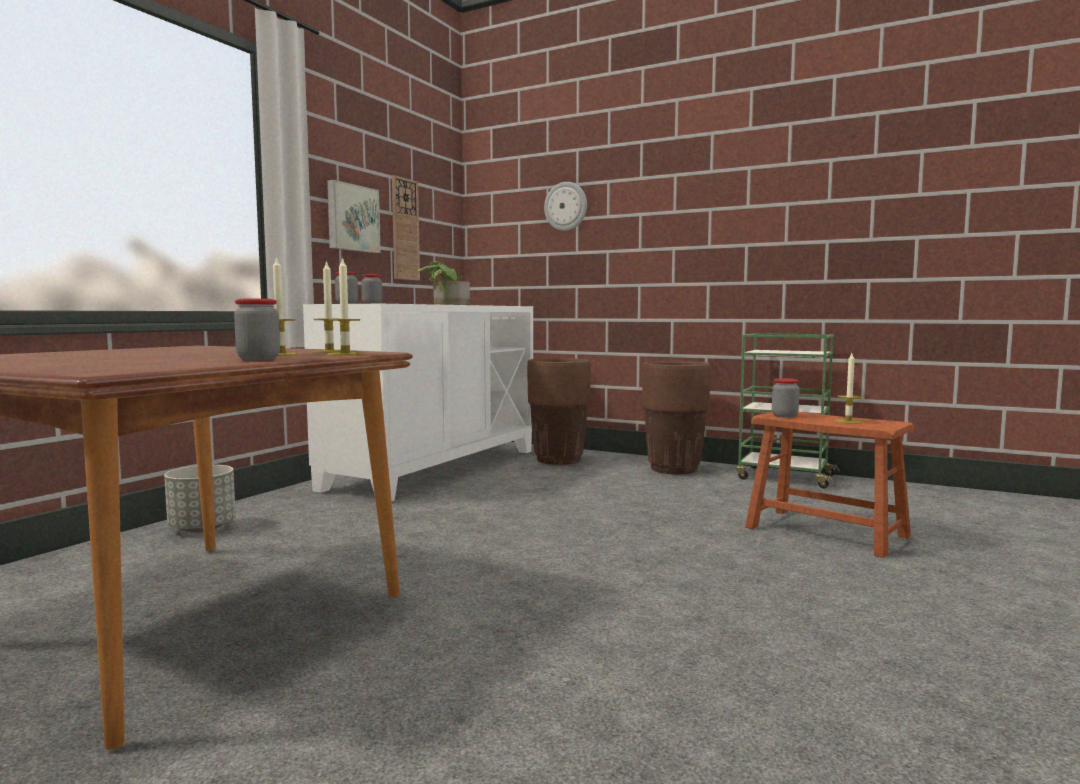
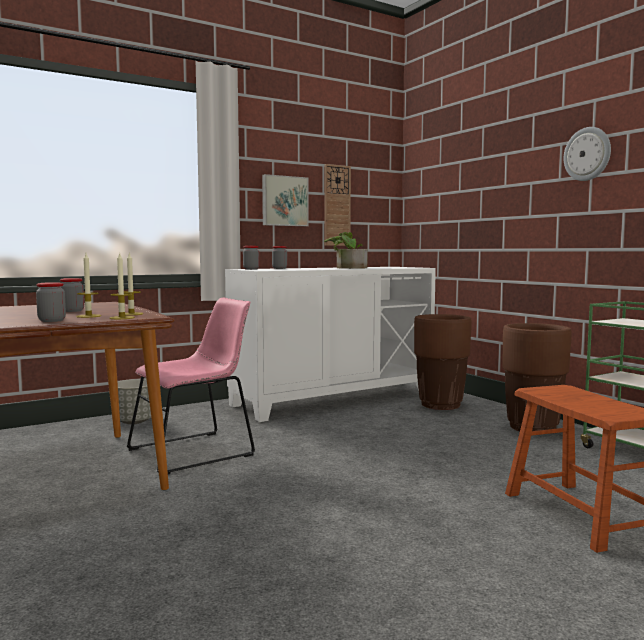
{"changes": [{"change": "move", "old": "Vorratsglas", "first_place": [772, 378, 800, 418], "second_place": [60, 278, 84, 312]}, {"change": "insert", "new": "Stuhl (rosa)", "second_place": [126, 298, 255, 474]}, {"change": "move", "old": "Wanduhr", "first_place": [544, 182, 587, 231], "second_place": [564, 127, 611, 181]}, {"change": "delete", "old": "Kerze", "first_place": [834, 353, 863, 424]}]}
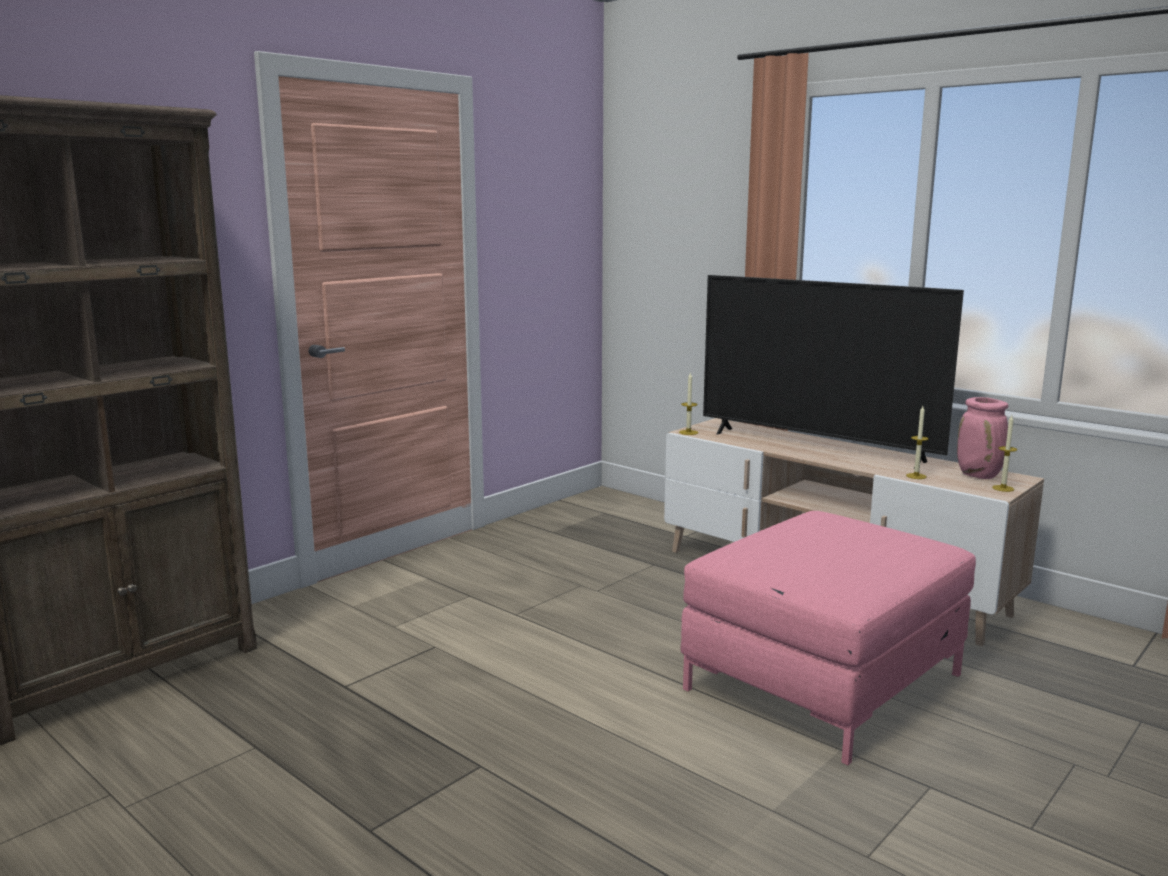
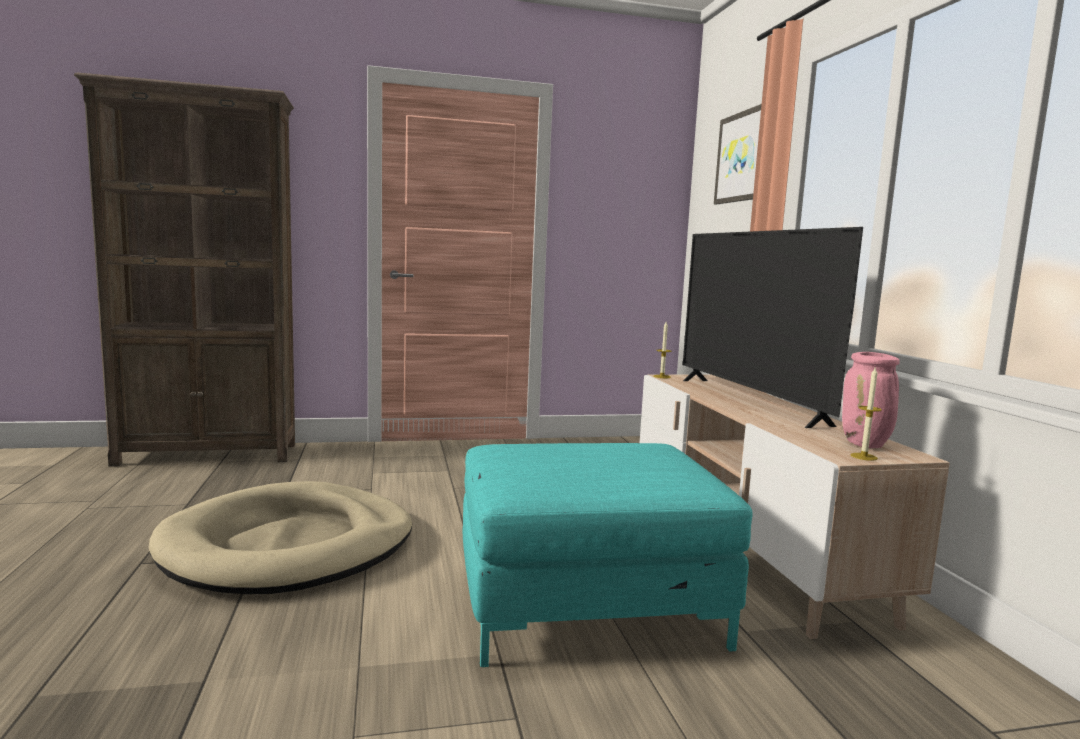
{"changes": [{"change": "insert", "new": "Hundebett (beige)", "second_place": [148, 481, 412, 594]}, {"change": "recolor", "old": "Polsterhocker (rosa)", "new": "Polsterhocker (türkis)", "first_place": [681, 511, 976, 765], "second_place": [463, 443, 752, 667]}, {"change": "insert", "new": "Bild", "second_place": [714, 104, 762, 205]}, {"change": "delete", "old": "Kerze", "first_place": [906, 406, 929, 479]}]}
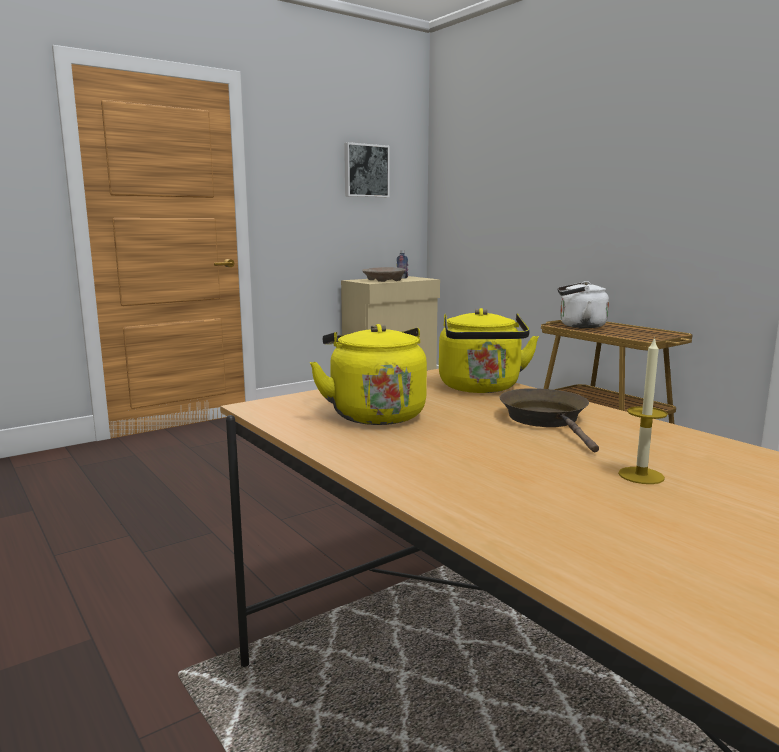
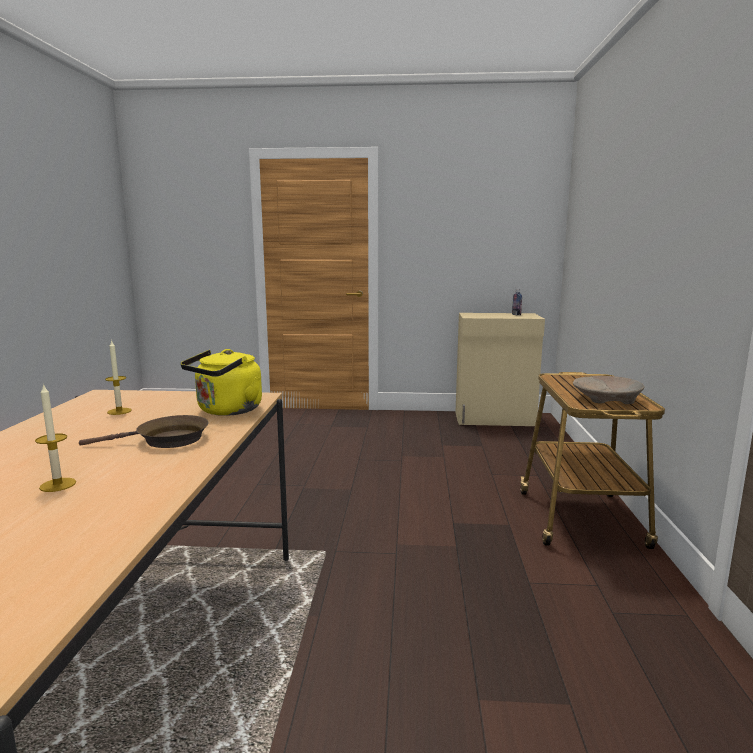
{"changes": [{"change": "rotate", "old": "Pfanne (braun)", "first_place": [500, 388, 599, 453], "second_place": [79, 415, 209, 448], "degrees": 45}, {"change": "replace", "old": "Wasserkessel (gelb)", "new": "Kerze", "first_place": [309, 324, 427, 425], "second_place": [105, 340, 132, 415]}, {"change": "move", "old": "Schüssel (beige)", "first_place": [362, 267, 405, 282], "second_place": [573, 376, 645, 404]}, {"change": "delete", "old": "Bild", "first_place": [344, 142, 389, 197]}, {"change": "delete", "old": "Wasserkessel (weiß)", "first_place": [557, 281, 609, 328]}]}
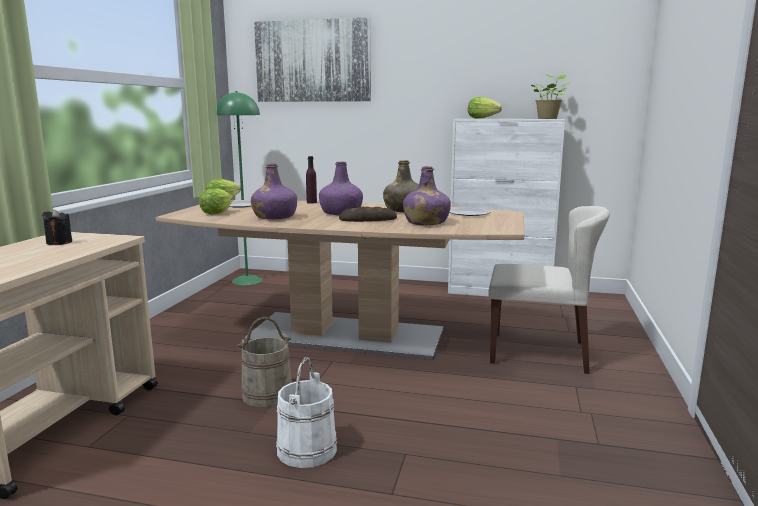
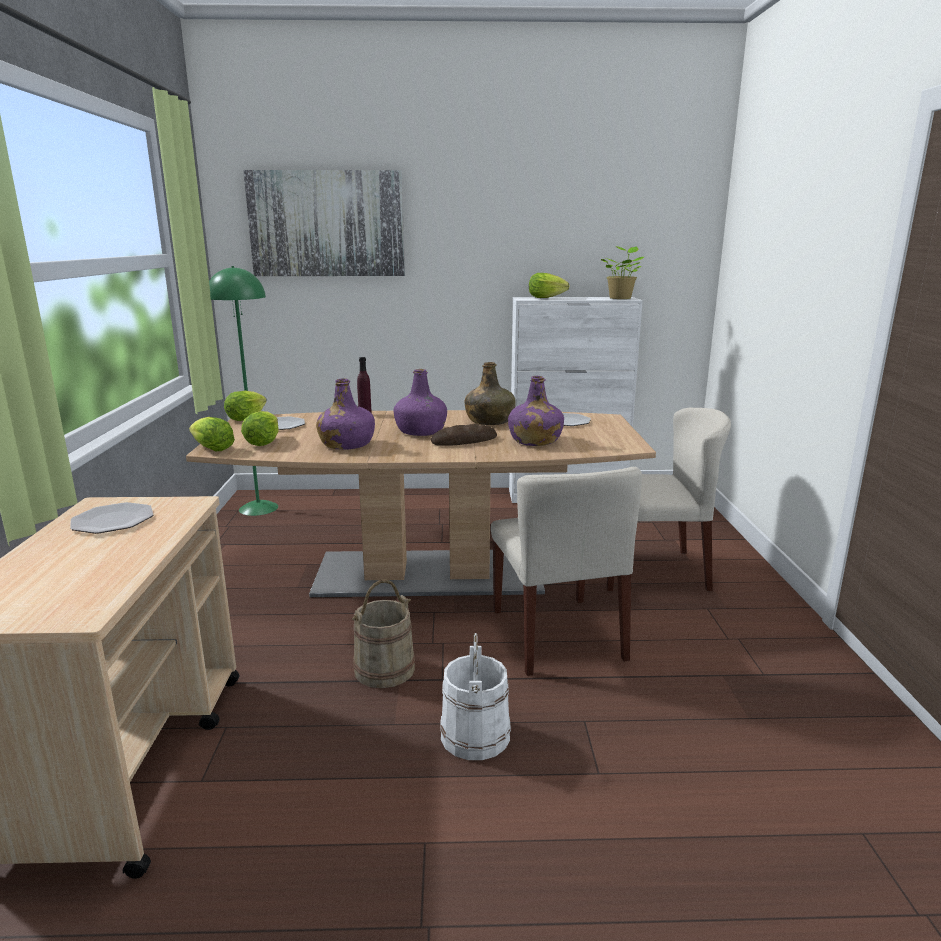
{"changes": [{"change": "replace", "old": "Kerze (schwarz)", "new": "Teller", "first_place": [42, 209, 72, 245], "second_place": [70, 502, 153, 534]}, {"change": "insert", "new": "Salatkopf", "second_place": [189, 417, 235, 451]}, {"change": "insert", "new": "Stuhl (beige)", "second_place": [491, 467, 642, 676]}]}
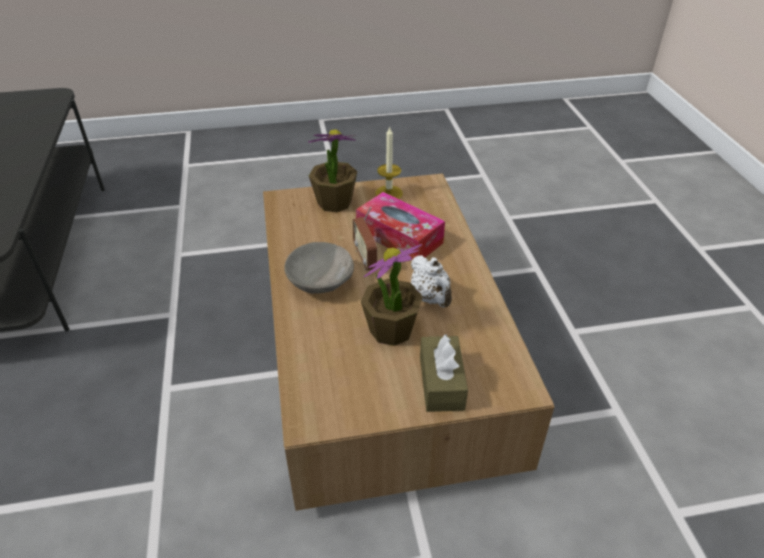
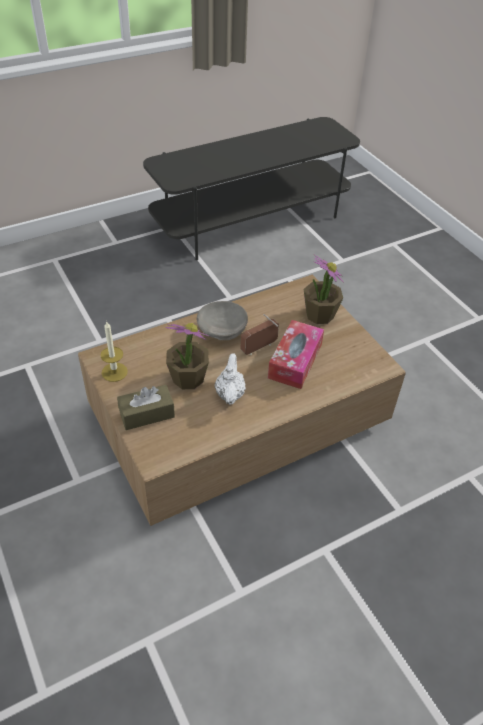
{"changes": [{"change": "move", "old": "Kerze", "first_place": [375, 126, 403, 199], "second_place": [100, 321, 128, 382]}, {"change": "rotate", "old": "Teekanne (weiß)", "first_place": [411, 255, 452, 308], "second_place": [215, 353, 246, 405], "degrees": 135}]}
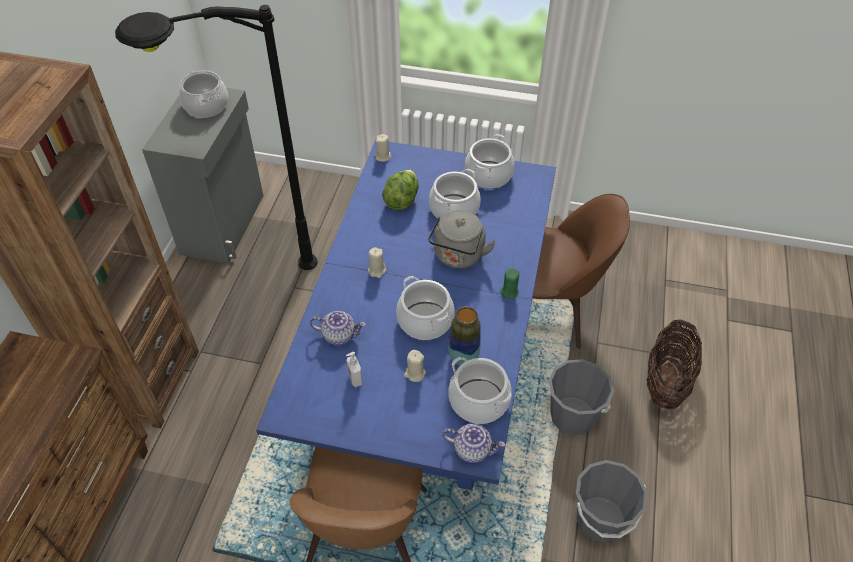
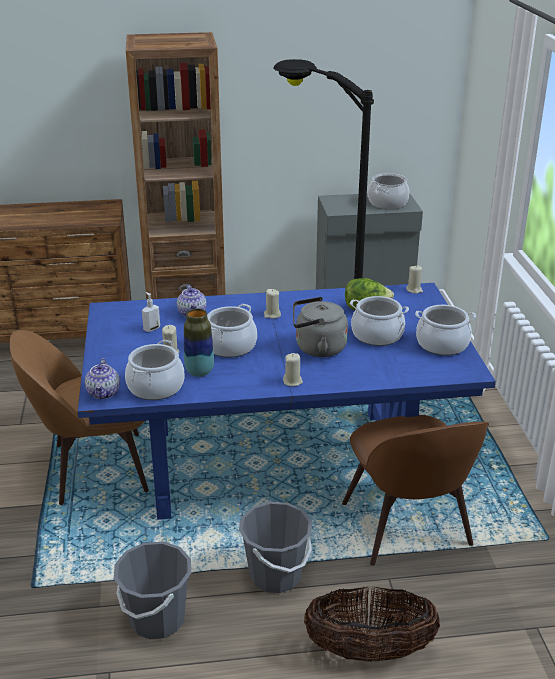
{"changes": [{"change": "recolor", "old": "Kerze (grün)", "new": "Kerze (beige)", "first_place": [501, 268, 519, 299], "second_place": [283, 353, 303, 386]}]}
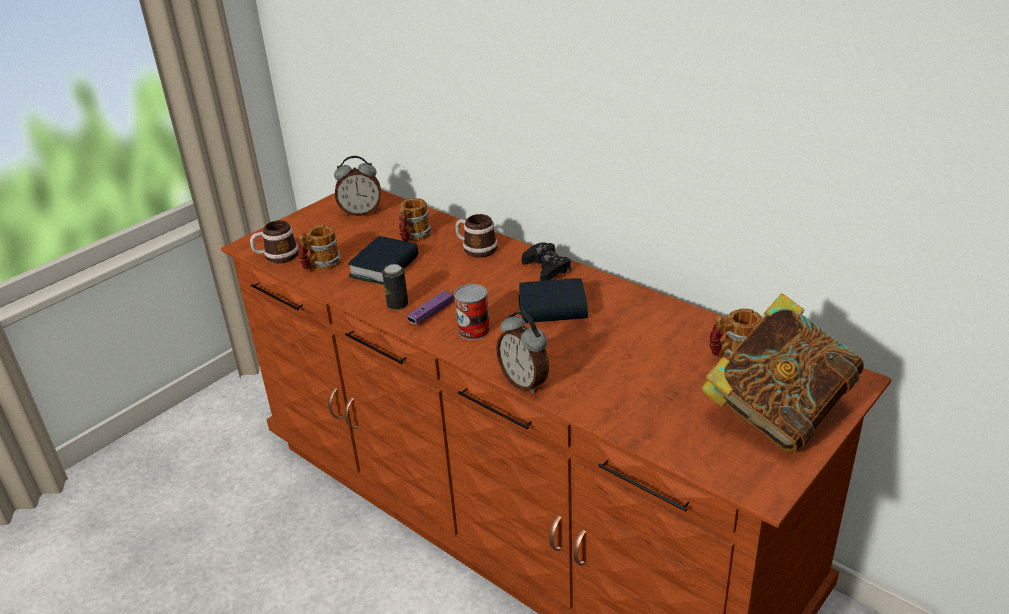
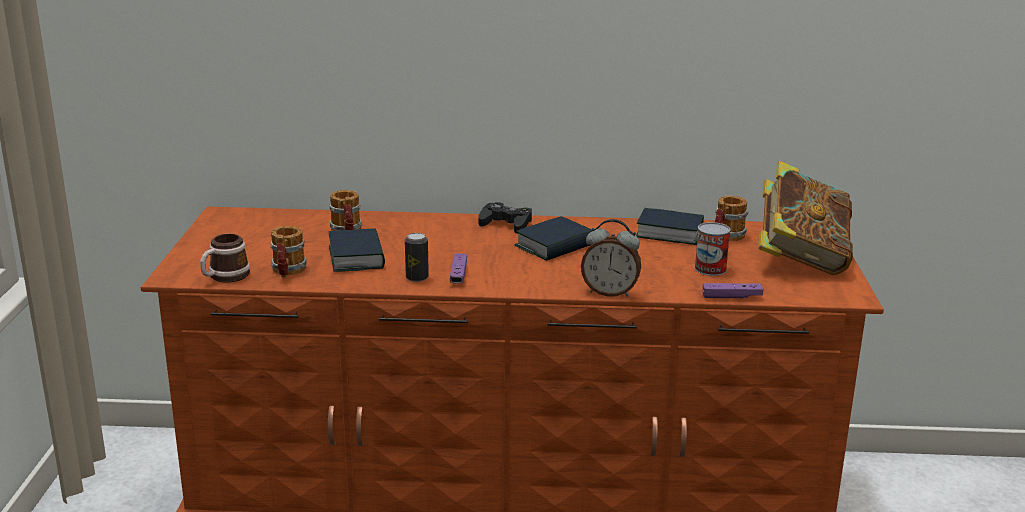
{"changes": [{"change": "insert", "new": "Buch", "second_place": [636, 208, 704, 245]}, {"change": "move", "old": "Dose", "first_place": [454, 284, 490, 340], "second_place": [695, 222, 731, 276]}, {"change": "insert", "new": "Gamepad (lila)", "second_place": [703, 283, 763, 298]}, {"change": "delete", "old": "Wecker", "first_place": [334, 156, 381, 216]}, {"change": "delete", "old": "Henkelbecher", "first_place": [455, 214, 498, 258]}]}
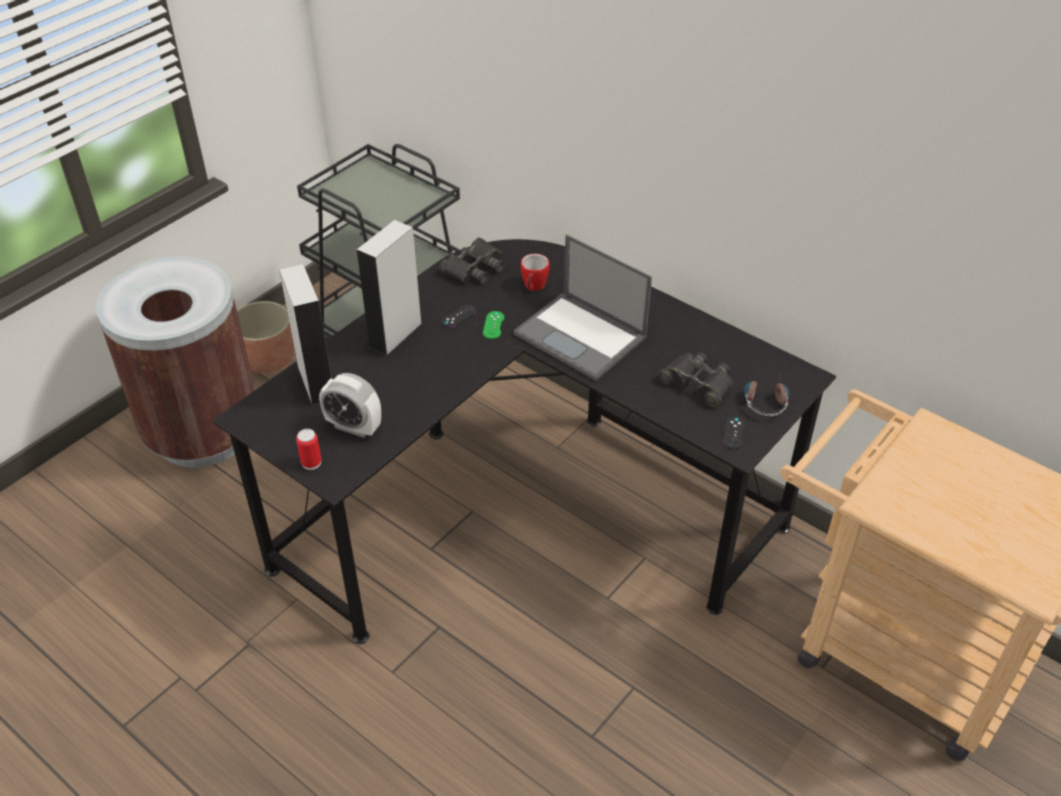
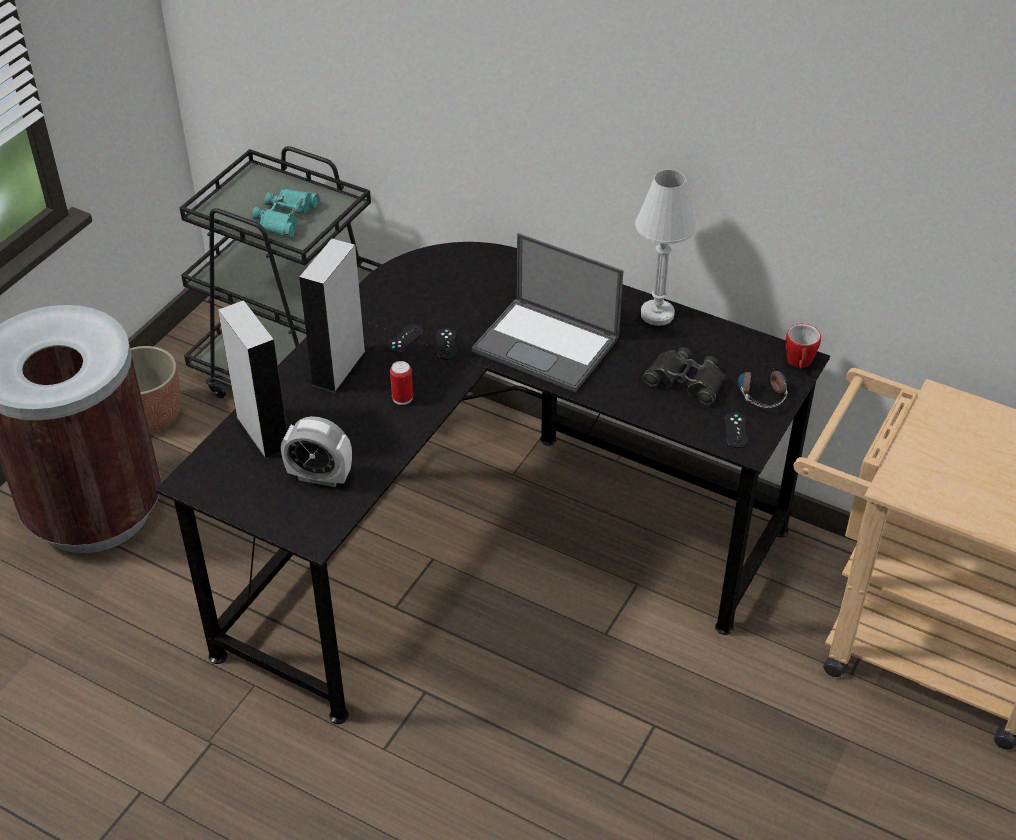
{"changes": [{"change": "insert", "new": "Fernglas (türkis)", "second_place": [252, 188, 319, 238]}, {"change": "move", "old": "Dose", "first_place": [296, 429, 321, 470], "second_place": [390, 361, 413, 405]}, {"change": "recolor", "old": "Gamepad (grün)", "new": "Gamepad (schwarz)", "first_place": [483, 311, 504, 339], "second_place": [436, 328, 457, 360]}, {"change": "insert", "new": "Tischlampe (weiß)", "second_place": [635, 170, 696, 326]}, {"change": "move", "old": "Henkelbecher", "first_place": [521, 254, 550, 291], "second_place": [786, 324, 821, 369]}, {"change": "delete", "old": "Fernglas (schwarz)", "first_place": [439, 237, 505, 283]}]}
